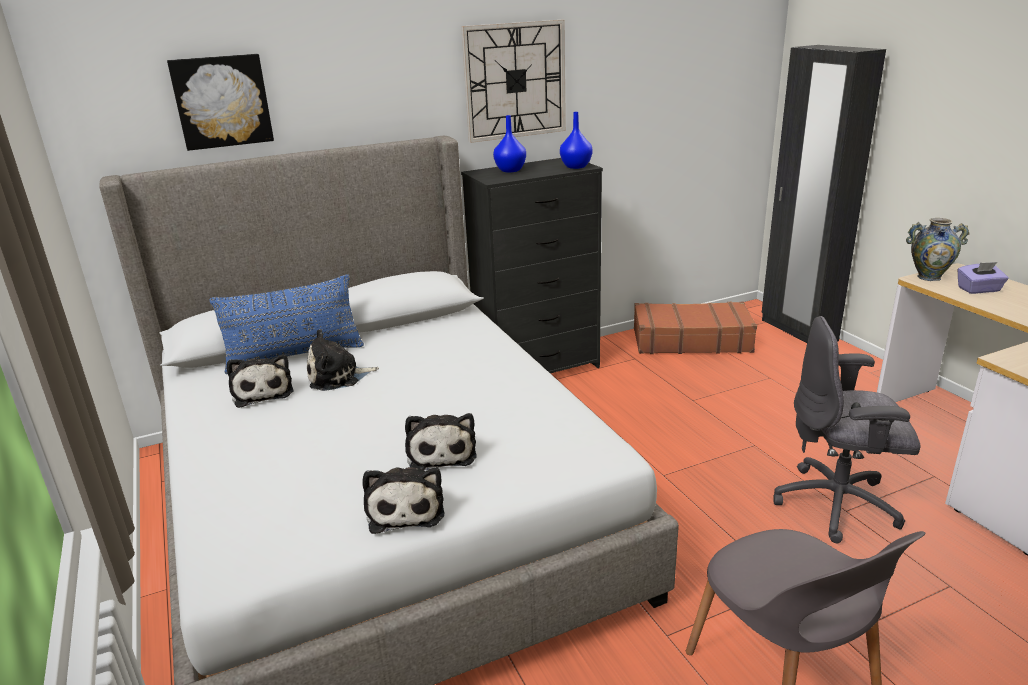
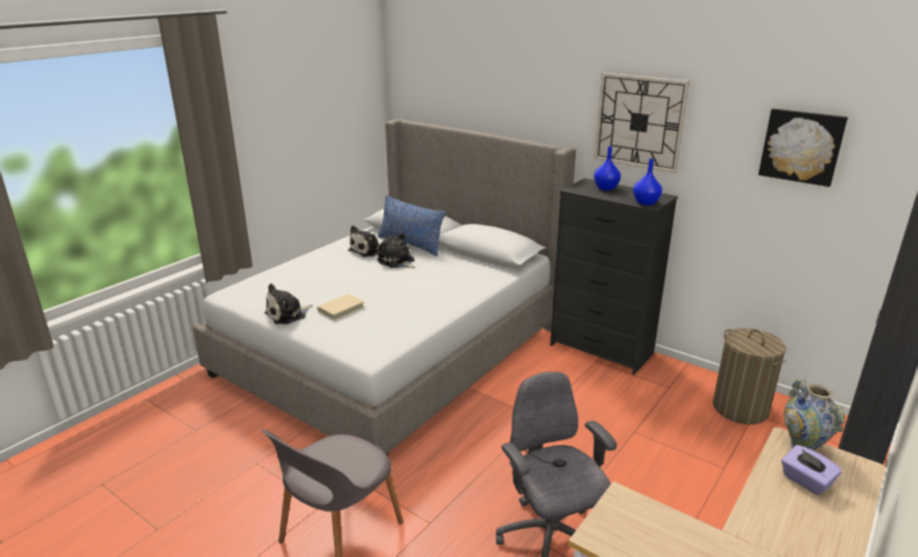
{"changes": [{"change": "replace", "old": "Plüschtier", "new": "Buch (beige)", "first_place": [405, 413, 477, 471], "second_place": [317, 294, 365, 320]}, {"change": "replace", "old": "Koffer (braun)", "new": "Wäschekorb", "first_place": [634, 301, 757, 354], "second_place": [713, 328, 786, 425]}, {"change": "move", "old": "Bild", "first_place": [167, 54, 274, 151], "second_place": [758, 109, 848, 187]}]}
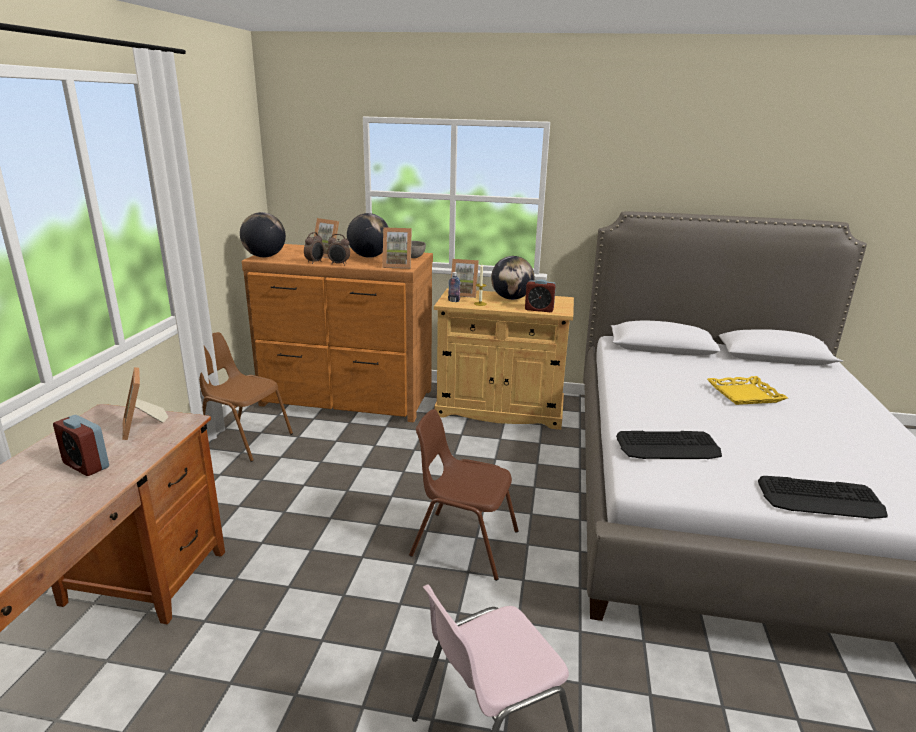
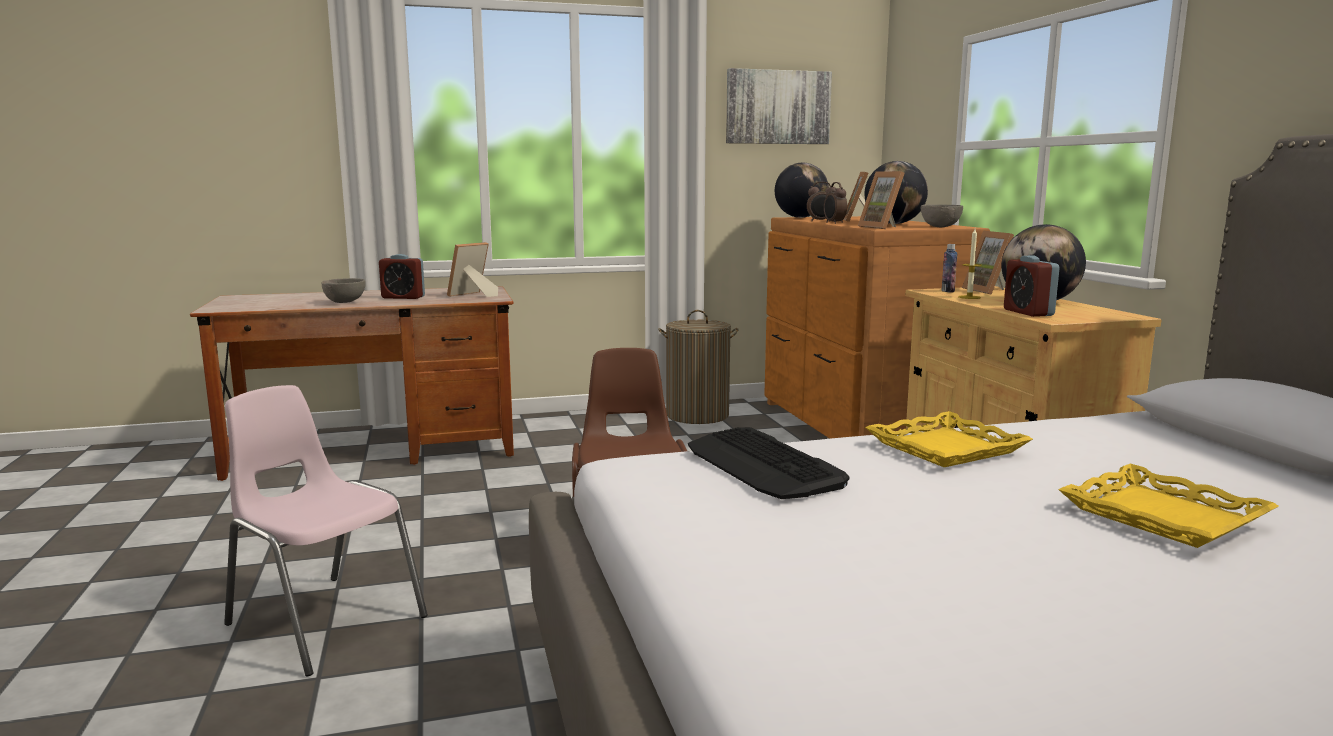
{"changes": [{"change": "insert", "new": "Schüssel (grau)", "second_place": [322, 278, 365, 303]}, {"change": "rotate", "old": "Wecker", "first_place": [53, 415, 109, 476], "second_place": [379, 254, 425, 299], "degrees": -90}, {"change": "replace", "old": "Stuhl (braun)", "new": "Wäschekorb", "first_place": [199, 332, 293, 462], "second_place": [658, 310, 739, 424]}, {"change": "insert", "new": "Bild", "second_place": [726, 68, 832, 144]}, {"change": "insert", "new": "Tablett (gelb)", "second_place": [865, 411, 1033, 467]}, {"change": "delete", "old": "Tastatur", "first_place": [758, 476, 888, 519]}]}
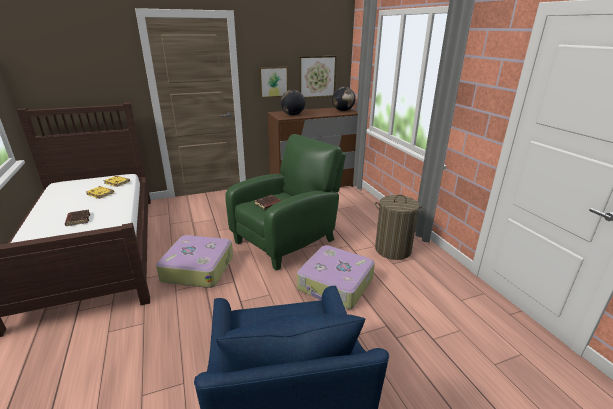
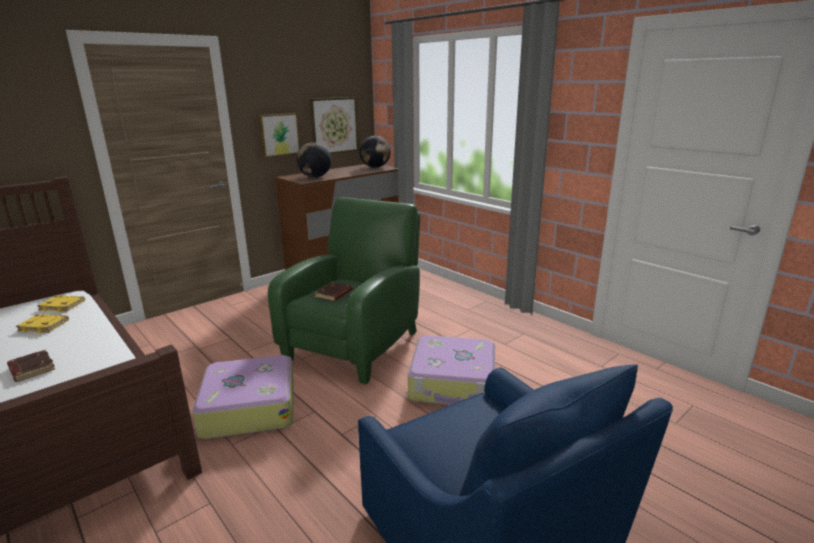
{"changes": [{"change": "delete", "old": "Wäschekorb", "first_place": [375, 195, 424, 260]}]}
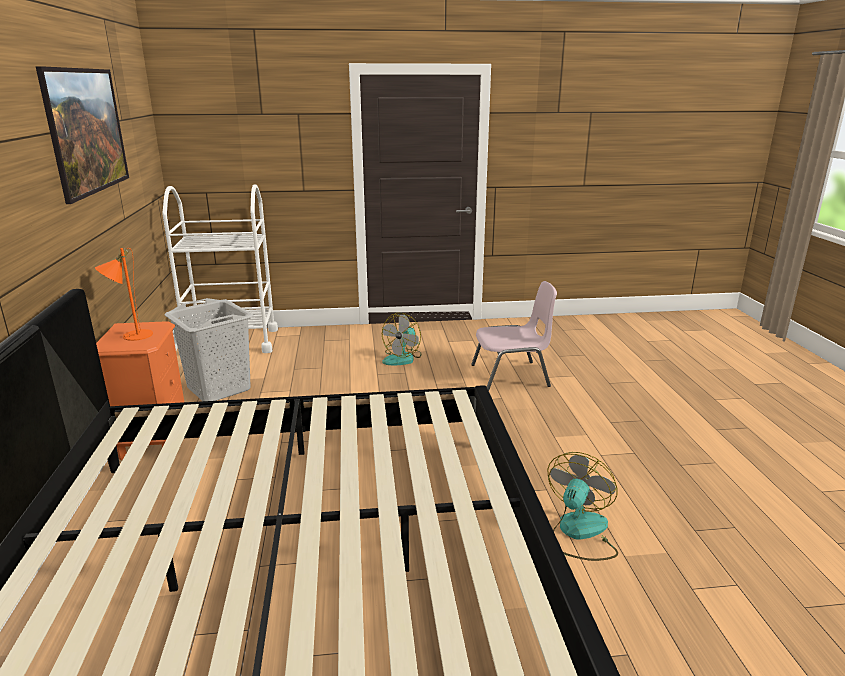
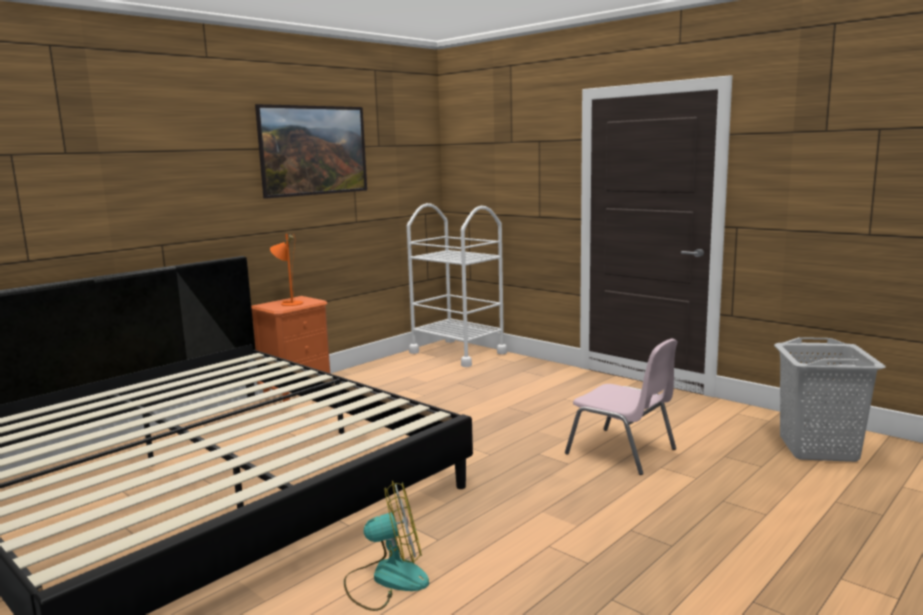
{"changes": [{"change": "move", "old": "Wäschekorb (grau)", "first_place": [164, 298, 253, 401], "second_place": [774, 337, 886, 462]}, {"change": "delete", "old": "Ventilator", "first_place": [382, 313, 421, 365]}]}
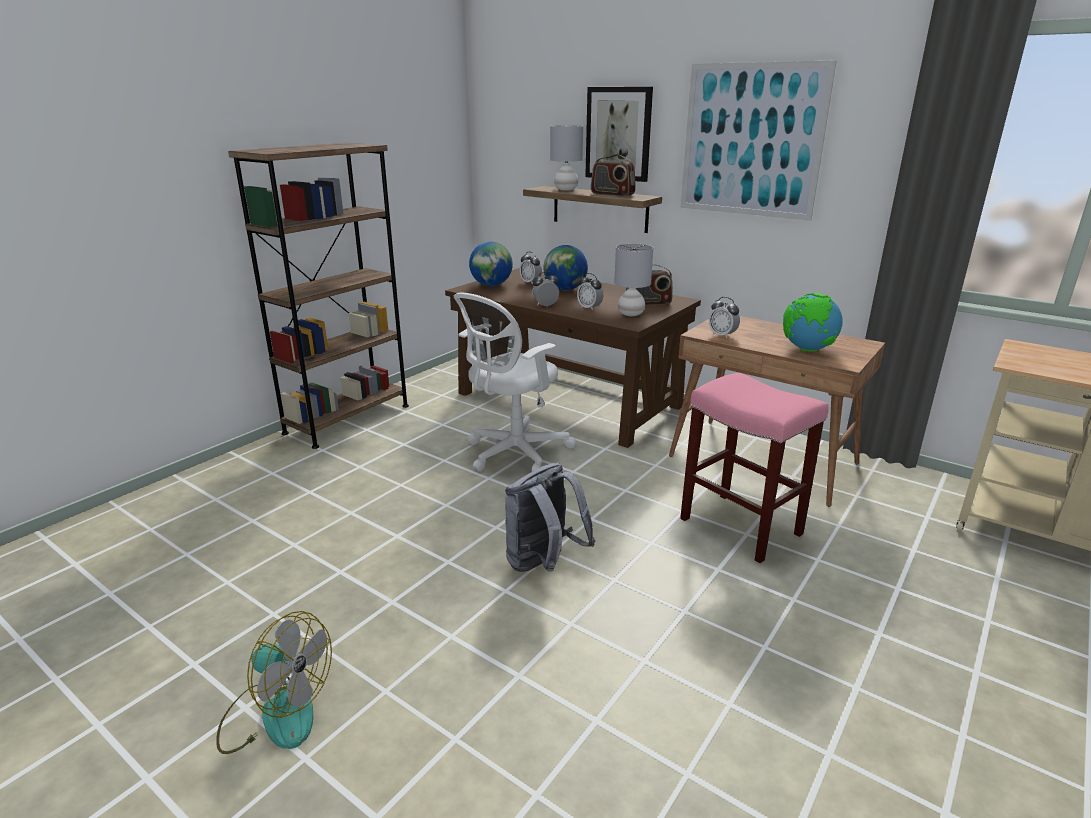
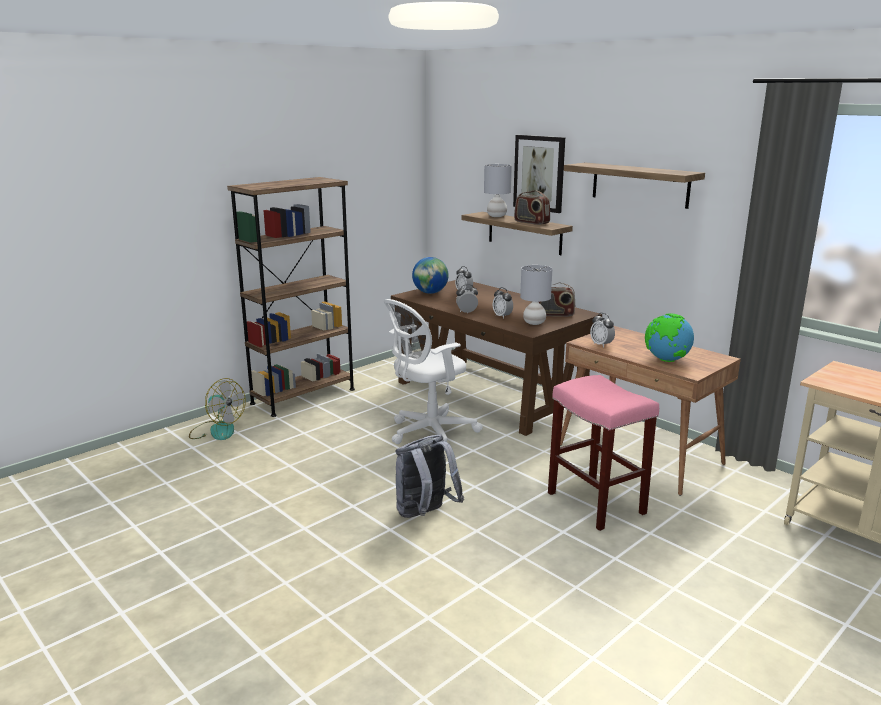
{"changes": [{"change": "move", "old": "Ventilator", "first_place": [216, 611, 332, 754], "second_place": [189, 378, 246, 440]}, {"change": "replace", "old": "Bild", "new": "Wandregal", "first_place": [681, 61, 837, 221], "second_place": [564, 162, 705, 209]}, {"change": "delete", "old": "Globus", "first_place": [543, 245, 588, 290]}]}
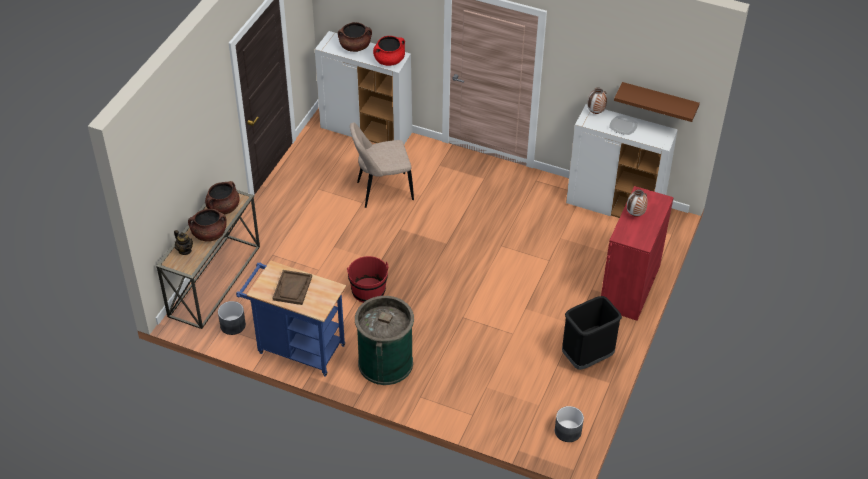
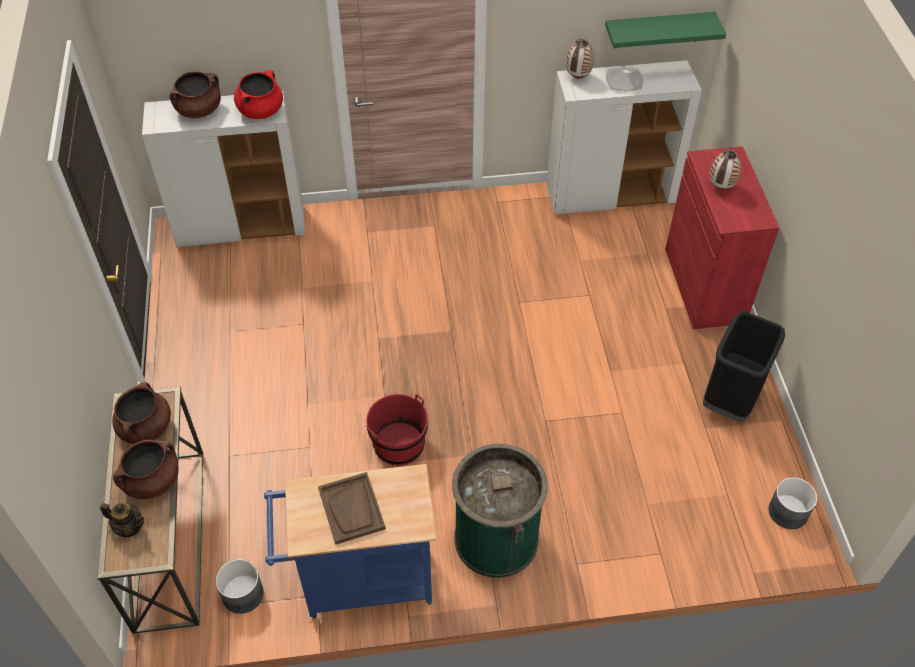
{"changes": [{"change": "recolor", "old": "Wandregal (braun)", "new": "Wandregal (grün)", "first_place": [614, 82, 700, 122], "second_place": [605, 12, 726, 48]}, {"change": "delete", "old": "Stuhl (beige)", "first_place": [350, 122, 414, 208]}]}
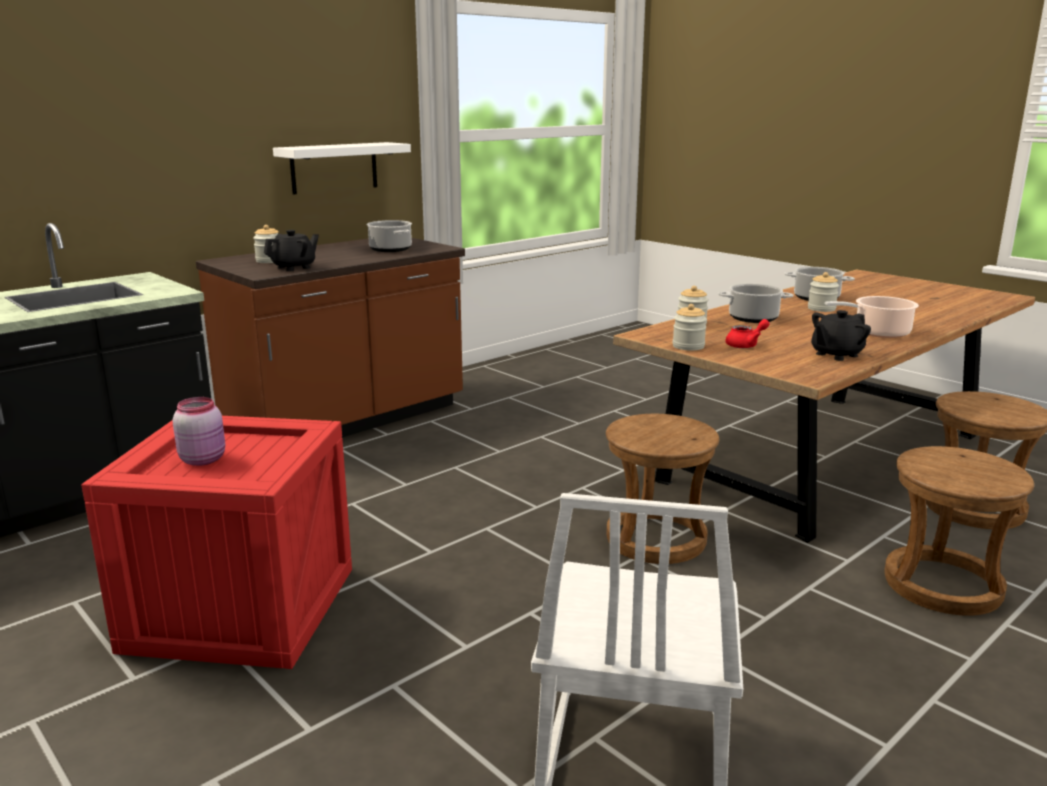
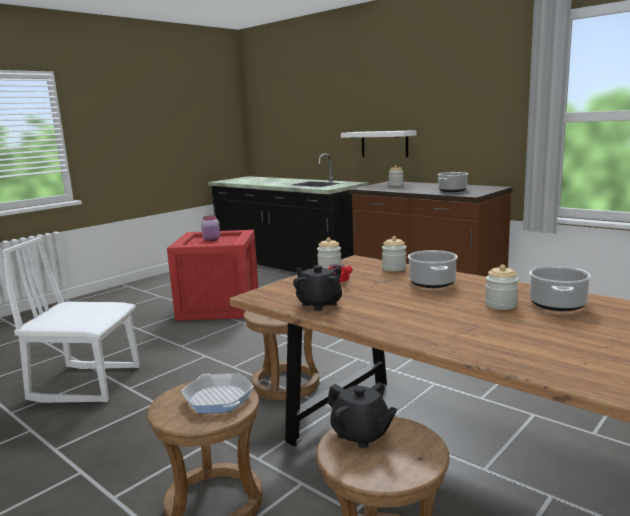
{"changes": [{"change": "insert", "new": "Pfanne", "second_place": [181, 373, 254, 413]}, {"change": "move", "old": "Teekanne (schwarz)", "first_place": [264, 230, 319, 271], "second_place": [327, 383, 397, 448]}, {"change": "move", "old": "Wandregal (weiß)", "first_place": [273, 142, 411, 195], "second_place": [341, 130, 417, 157]}, {"change": "delete", "old": "Kochtopf", "first_place": [825, 296, 919, 338]}]}
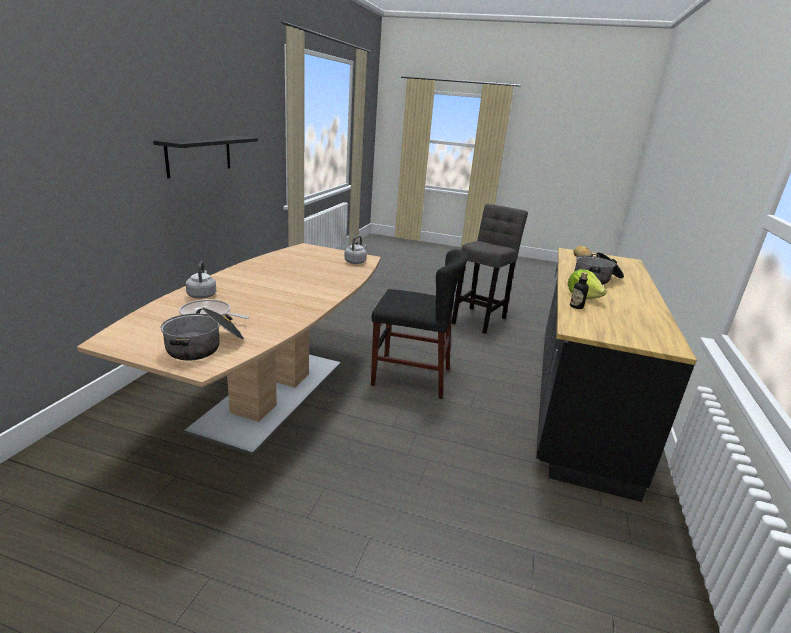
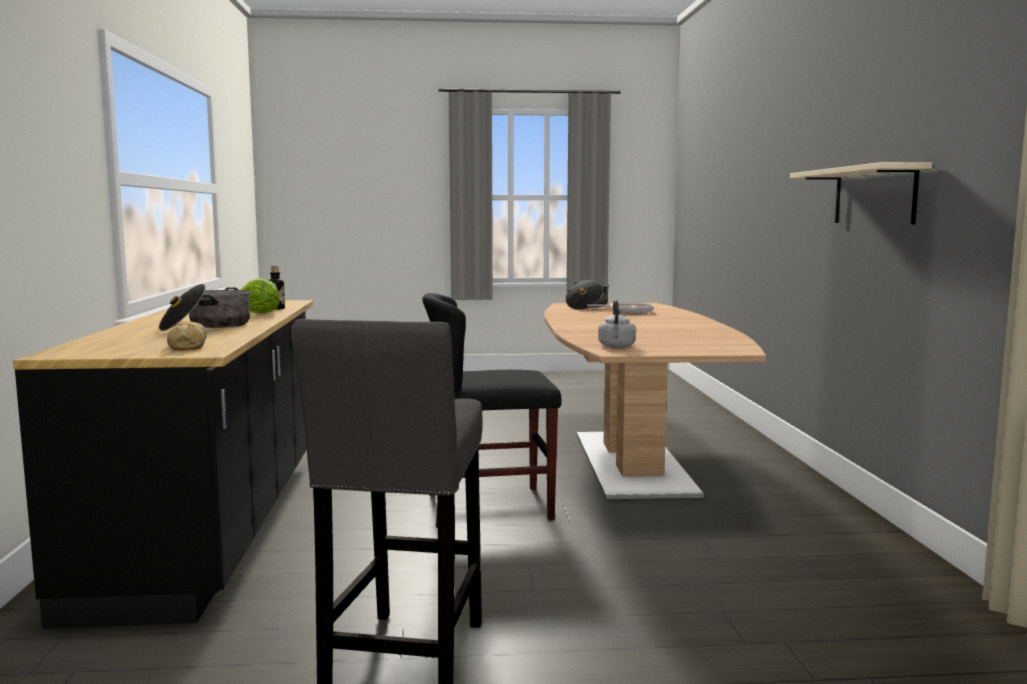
{"changes": [{"change": "recolor", "old": "Wandregal (schwarz)", "new": "Wandregal (beige)", "first_place": [153, 135, 258, 178], "second_place": [790, 162, 932, 224]}, {"change": "delete", "old": "Wasserkessel (grau)", "first_place": [186, 261, 216, 299]}]}
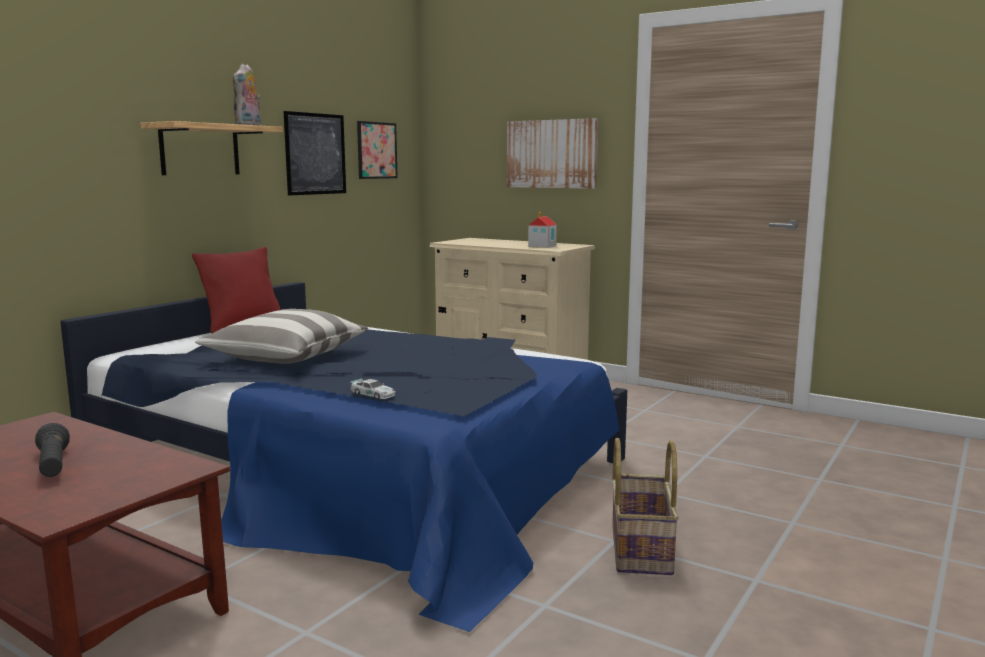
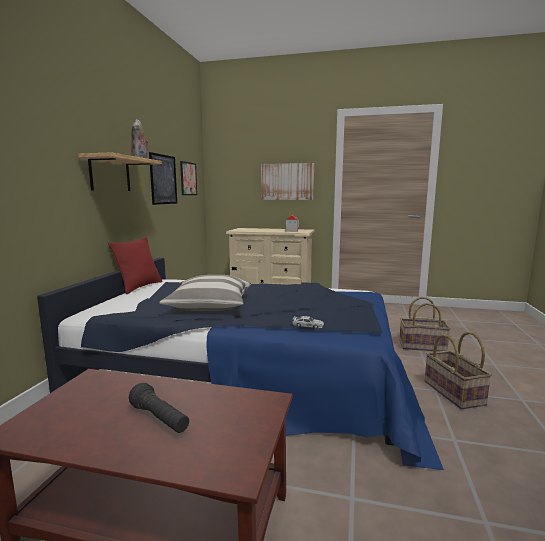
{"changes": [{"change": "insert", "new": "Korb", "second_place": [399, 297, 451, 352]}]}
